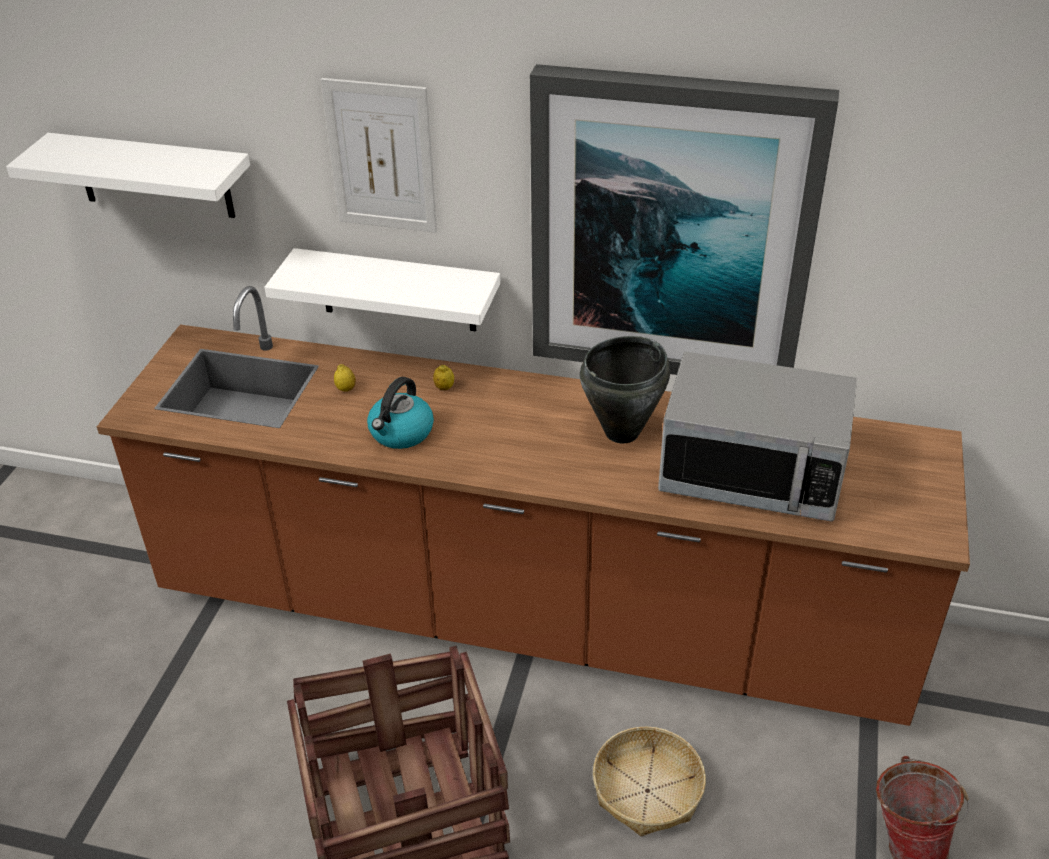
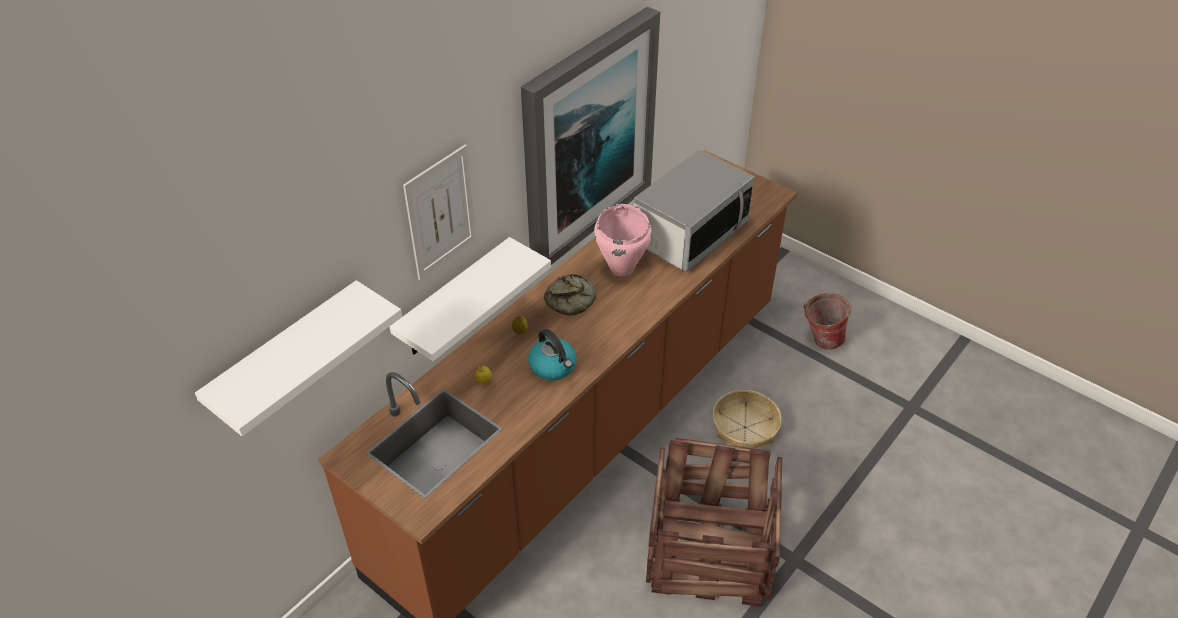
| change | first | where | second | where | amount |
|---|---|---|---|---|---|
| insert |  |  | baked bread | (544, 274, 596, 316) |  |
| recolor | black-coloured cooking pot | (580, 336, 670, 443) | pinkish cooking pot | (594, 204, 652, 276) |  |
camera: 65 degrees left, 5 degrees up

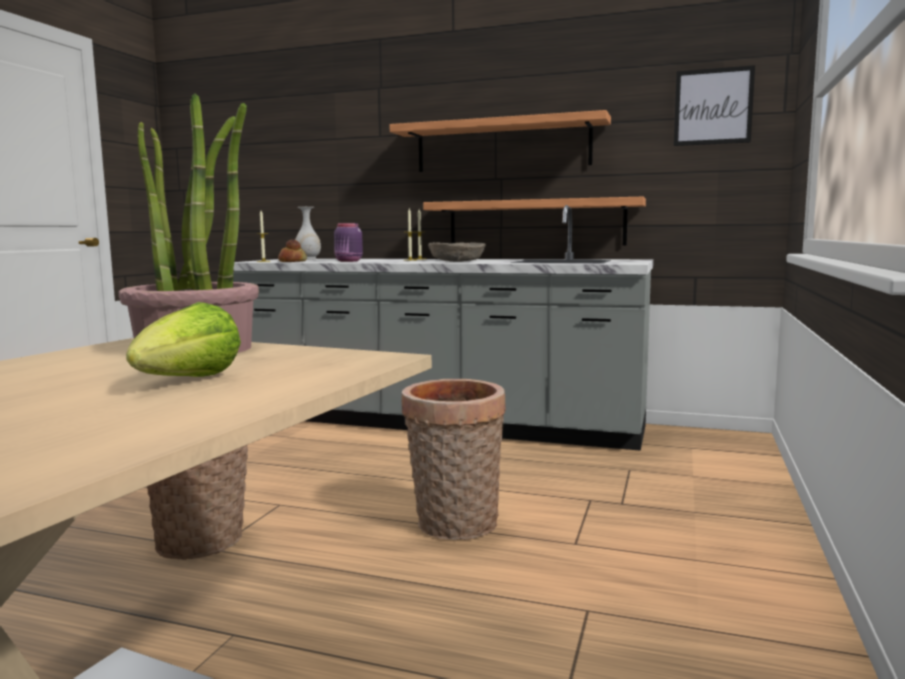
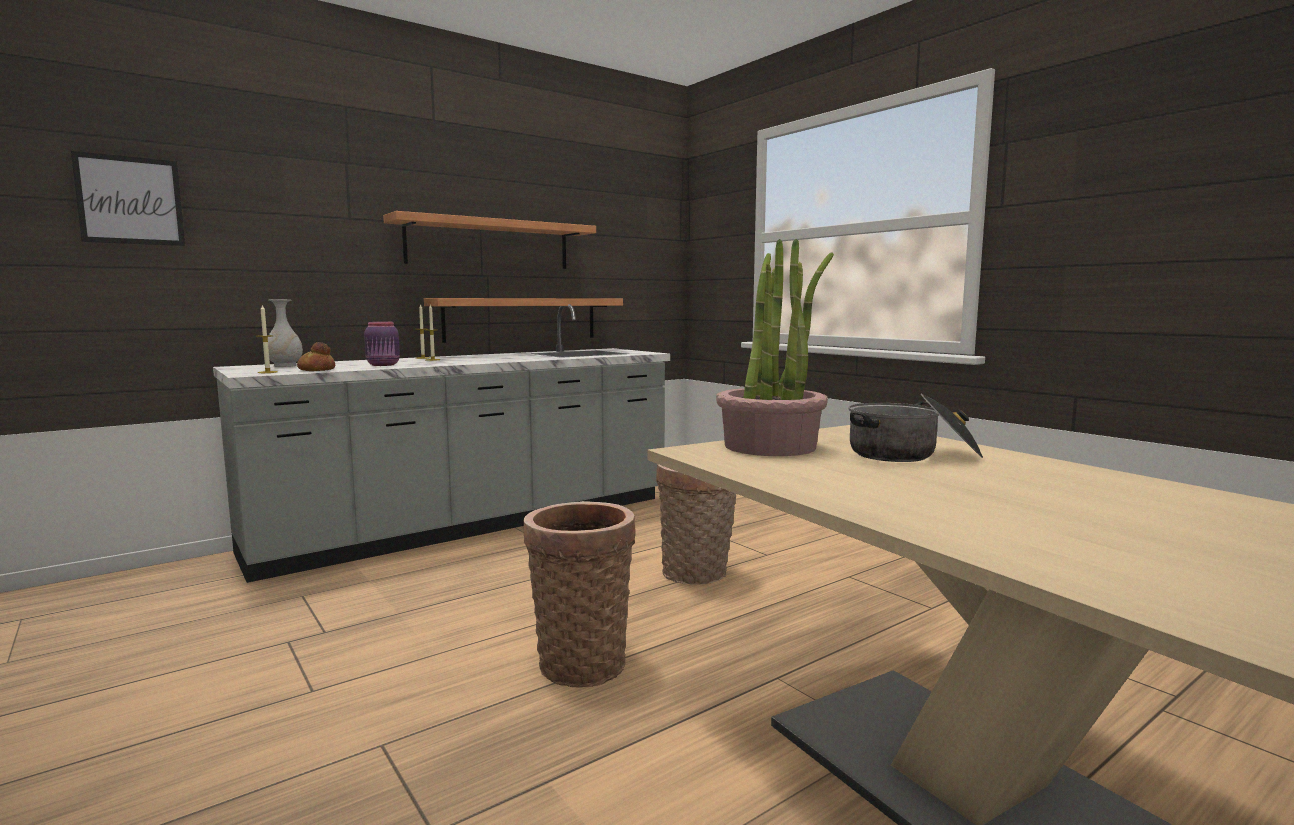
| change | first | where | second | where | amount |
|---|---|---|---|---|---|
| move | wall picture | (674, 65, 755, 146) |  | (71, 151, 185, 246) |  |
| replace | head of lettuce | (126, 302, 241, 377) | cooking pot | (848, 393, 983, 462) |  |
| delete | sand-coloured deep dish | (428, 242, 486, 262) |  |  |  |
camera: 55 degrees left, 0 degrees up

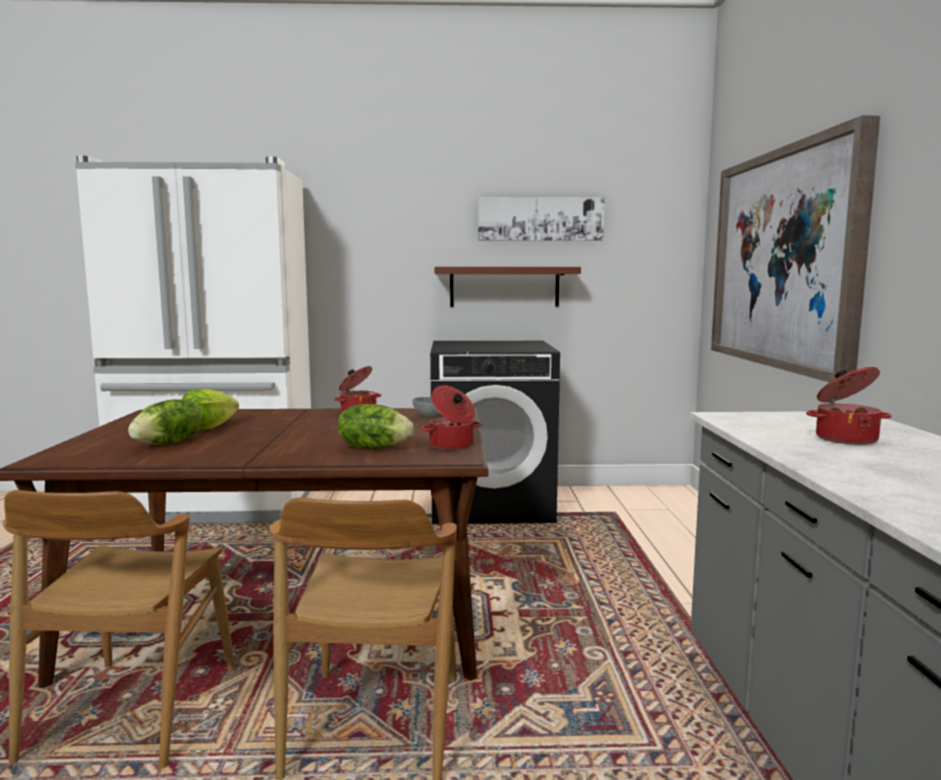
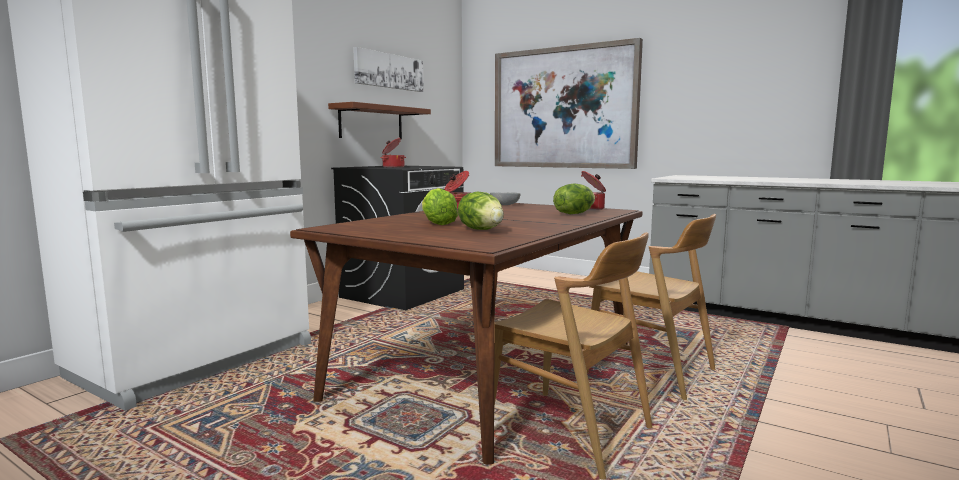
| change | first | where | second | where | amount |
|---|---|---|---|---|---|
| move | cooking pot | (806, 367, 892, 445) |  | (380, 138, 406, 168) |  |
camera: 55 degrees left, 0 degrees up

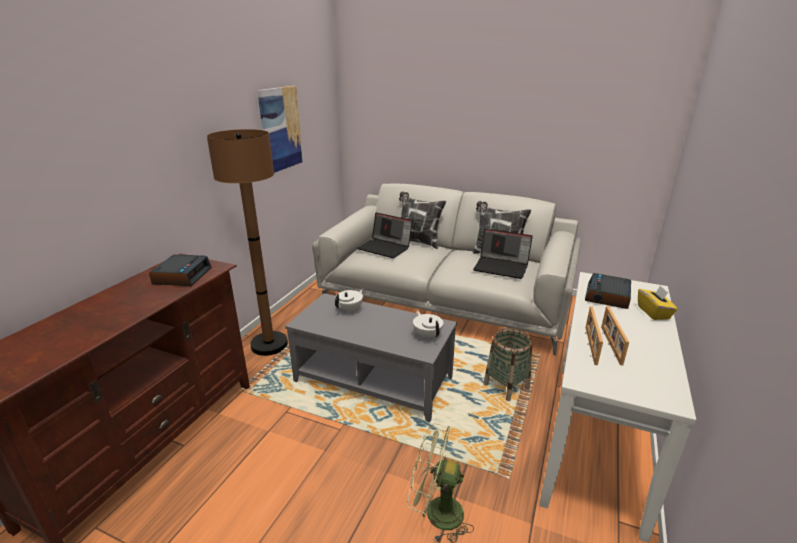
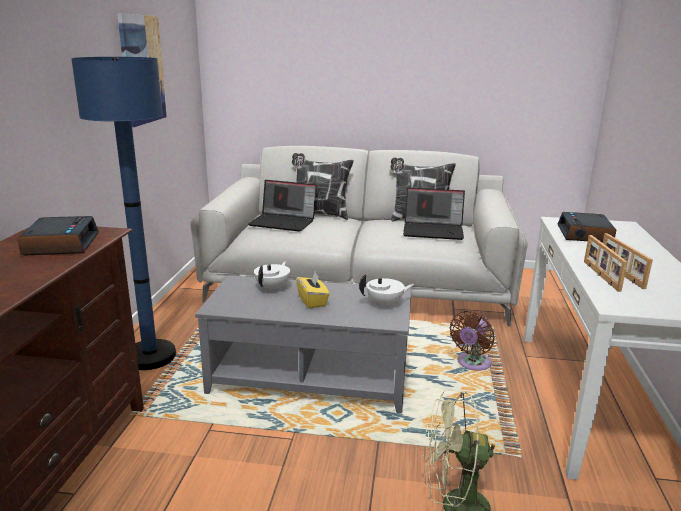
| change | first | where | second | where | amount |
|---|---|---|---|---|---|
| recolor | brown-coloured standard lamp | (207, 129, 288, 356) | bluish standard lamp | (71, 57, 176, 370) |  |
| move | yellow-coloured tissue box | (638, 286, 678, 320) |  | (296, 272, 330, 308) |  |
| rotate | white-coloured pot for tea | (413, 311, 444, 339) |  | (359, 274, 414, 309) | 120 degrees clockwise |
| replace | household basket | (484, 328, 532, 401) | brown-coloured fan | (450, 311, 495, 371) |  |
camera: 15 degrees left, 5 degrees down

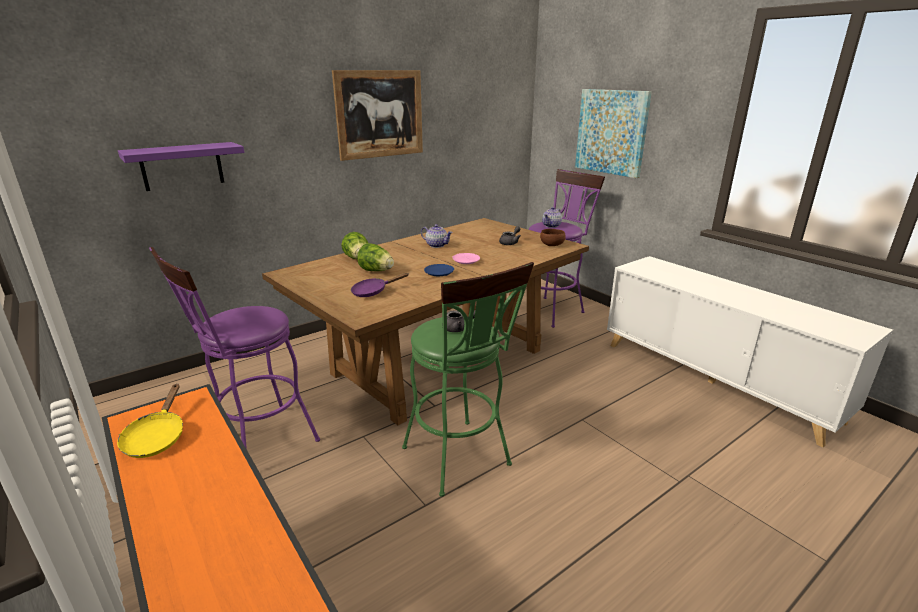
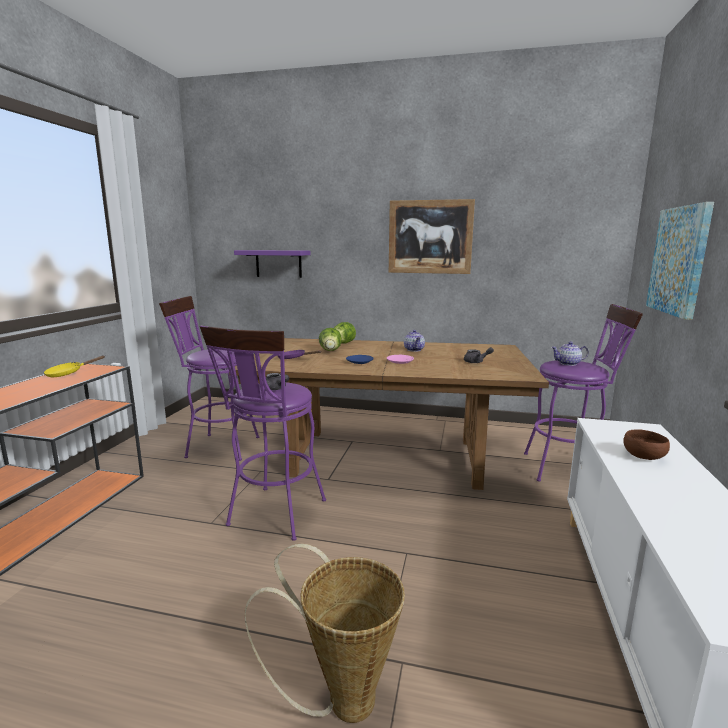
| change | first | where | second | where | amount |
|---|---|---|---|---|---|
| recolor | greenish stool | (402, 262, 534, 497) | purplish stool | (200, 325, 326, 541) |  |
| insert |  |  | household basket | (245, 544, 405, 723) |  |
| move | brown-coloured deep dish | (540, 229, 566, 246) |  | (623, 429, 670, 460) |  |
camera: 50 degrees right, 10 degrees down

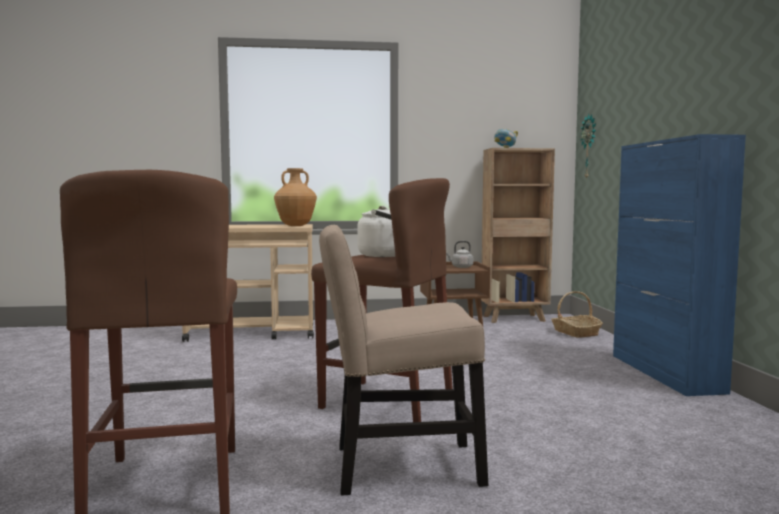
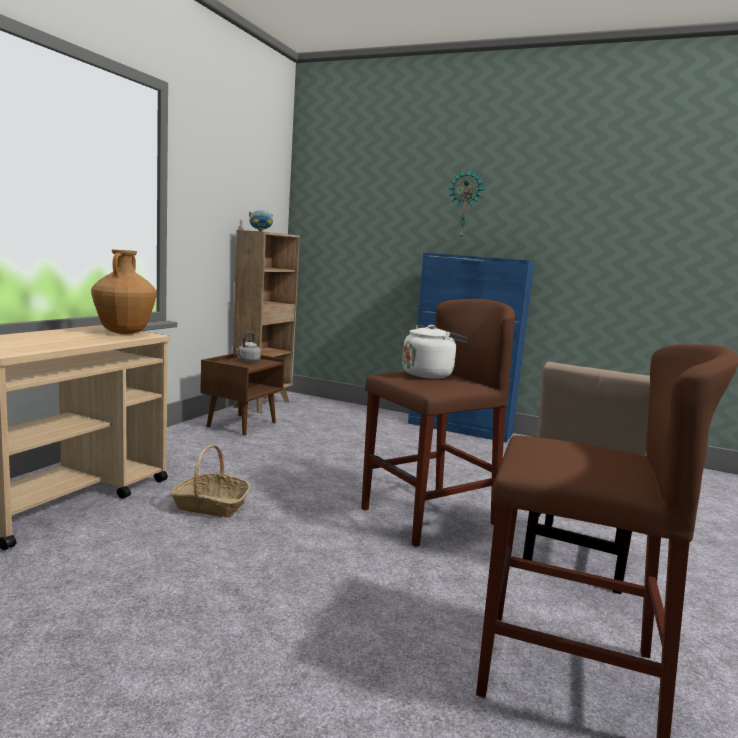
| change | first | where | second | where | amount |
|---|---|---|---|---|---|
| move | household basket | (551, 291, 603, 338) |  | (170, 444, 251, 517) |  |
| move | clock on the wall | (581, 114, 596, 180) |  | (448, 169, 485, 238) |  |
camera: 60 degrees left, 5 degrees up

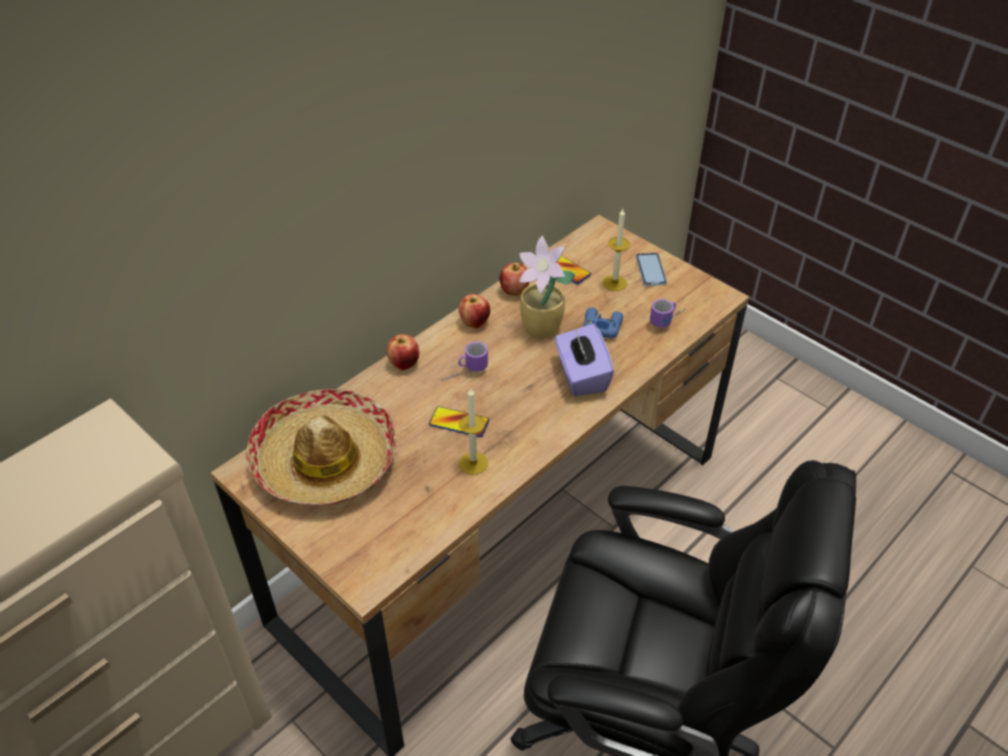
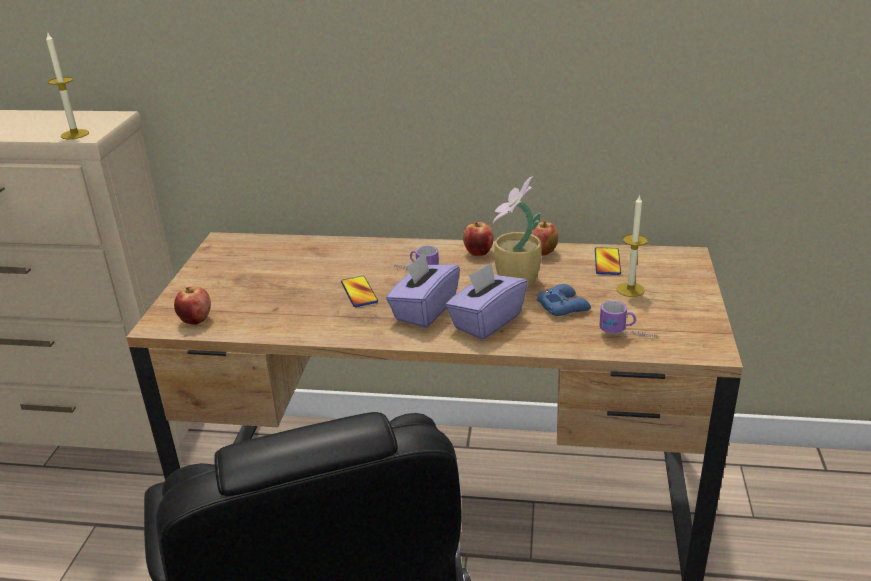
| change | first | where | second | where | amount |
|---|---|---|---|---|---|
| move | candle | (459, 389, 488, 475) |  | (46, 32, 89, 139) |  |
| move | apple | (386, 334, 419, 370) |  | (174, 287, 211, 325) |  |
| insert |  |  | purplish tissue box | (386, 252, 460, 328) |  |
| delete | wearable hat | (245, 389, 396, 505) |  |  |  |
| delete | telephone | (636, 253, 667, 286) |  |  |  |
camera: 55 degrees right, 15 degrees down

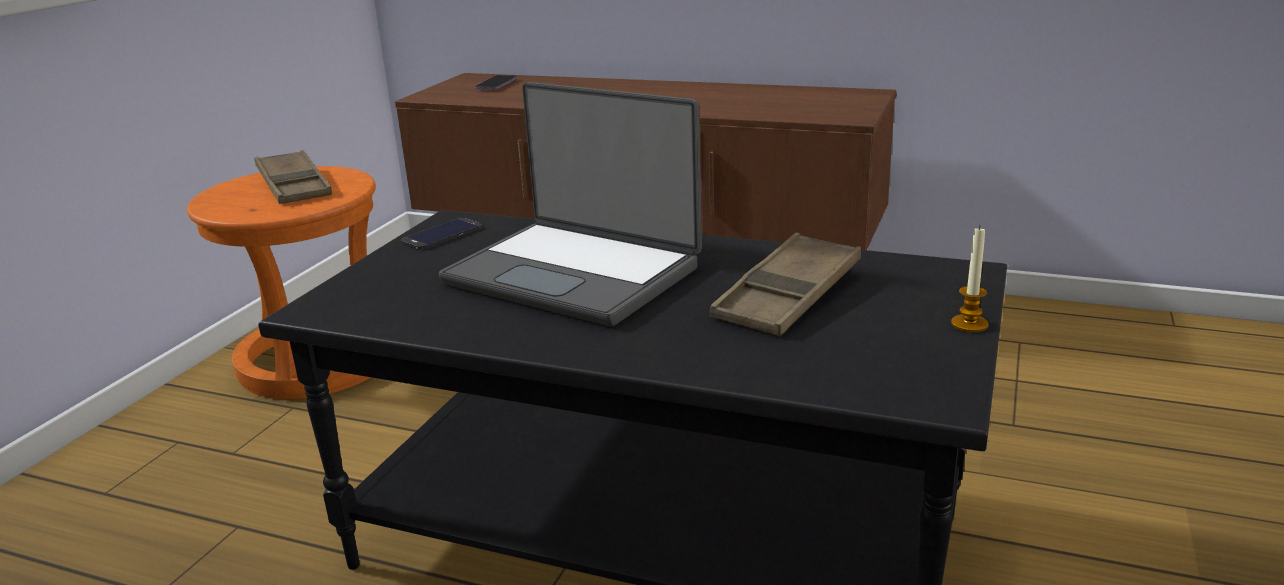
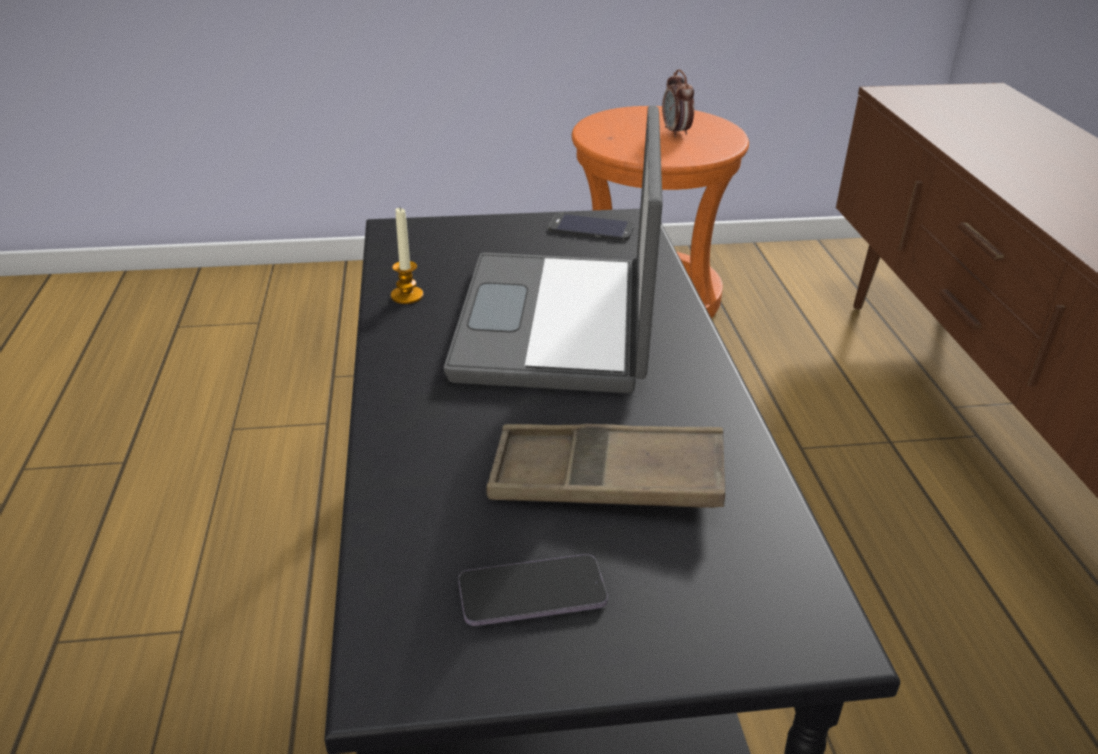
| change | first | where | second | where | amount |
|---|---|---|---|---|---|
| move | candle | (951, 226, 989, 333) |  | (391, 208, 423, 304) |  |
| move | telephone | (475, 75, 517, 89) |  | (458, 554, 608, 626) |  |
| replace | brown-coloured tray | (254, 150, 332, 204) | table clock | (662, 69, 694, 137) |  |
camera: 60 degrees right, 10 degrees up

